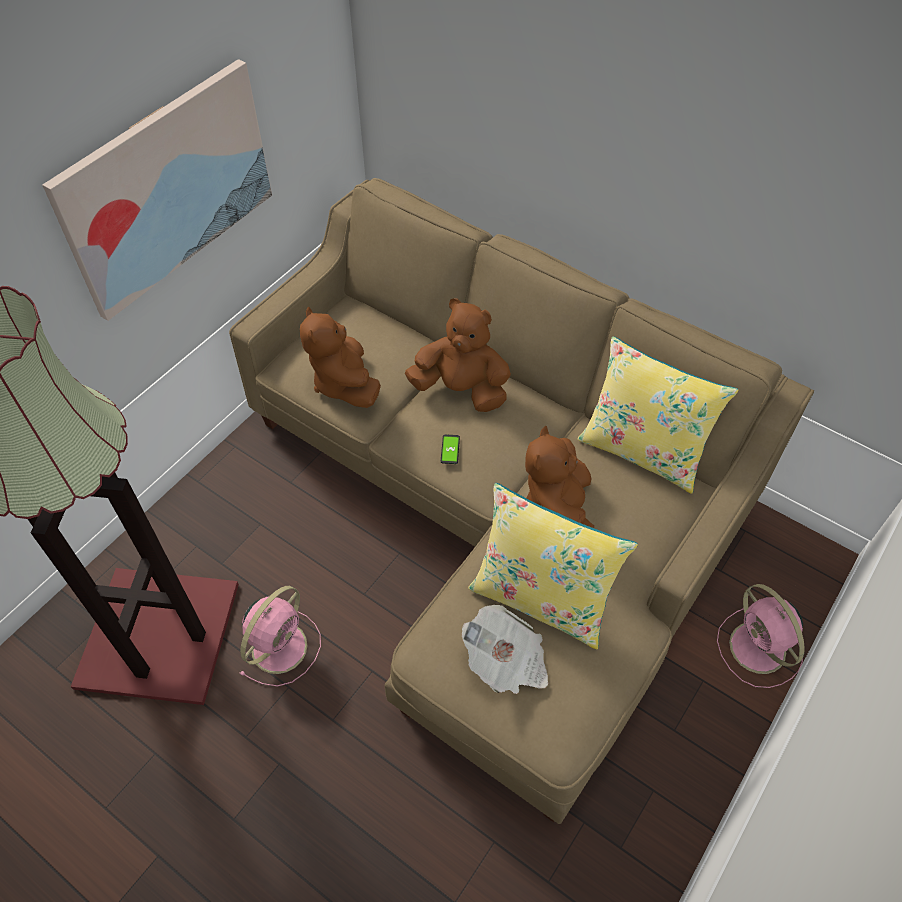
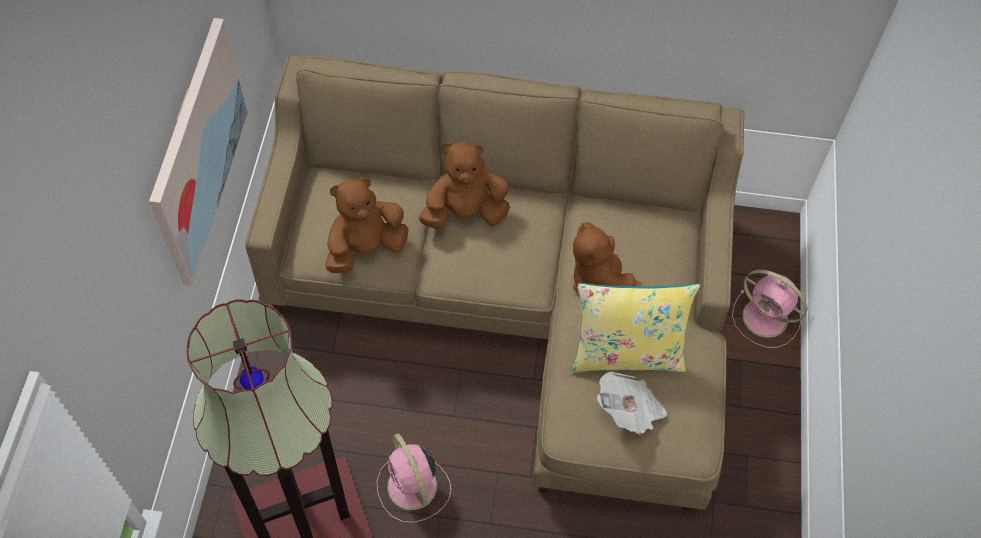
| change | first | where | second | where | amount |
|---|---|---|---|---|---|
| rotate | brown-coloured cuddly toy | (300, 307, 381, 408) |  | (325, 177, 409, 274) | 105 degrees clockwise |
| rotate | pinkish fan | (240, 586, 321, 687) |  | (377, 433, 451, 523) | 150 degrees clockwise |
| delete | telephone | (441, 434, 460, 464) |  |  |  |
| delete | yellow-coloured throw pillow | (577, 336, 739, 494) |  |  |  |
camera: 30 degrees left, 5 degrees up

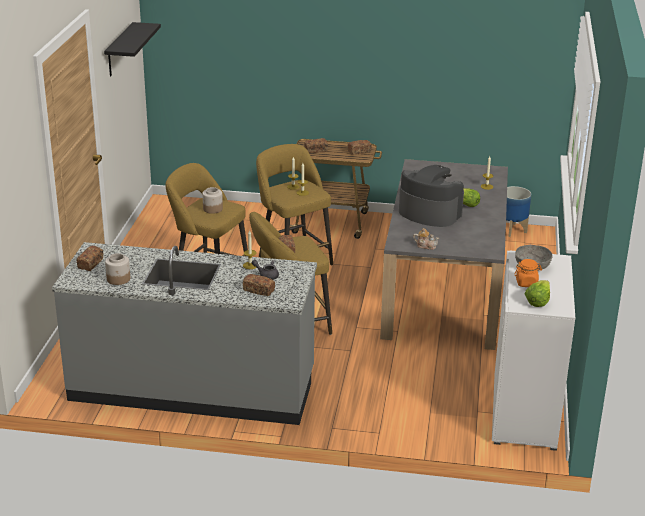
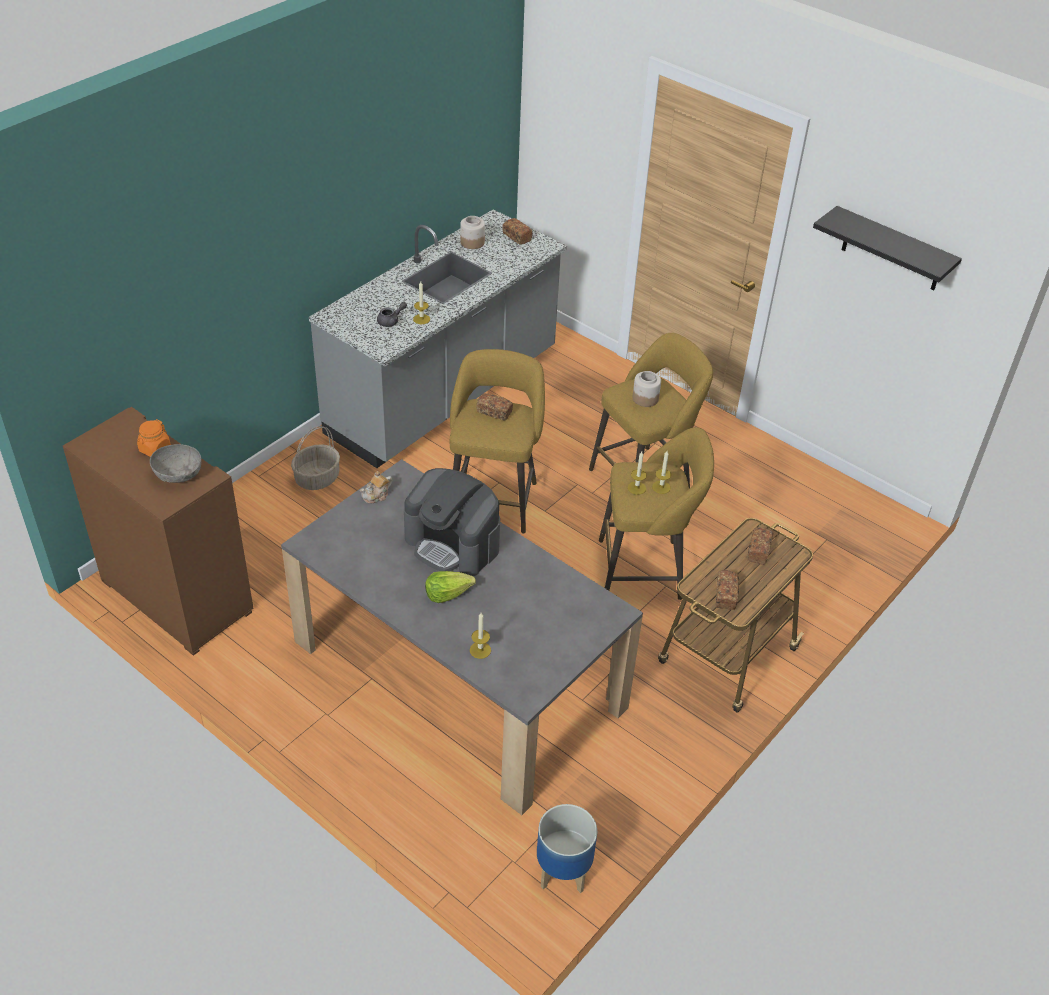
| change | first | where | second | where | amount |
|---|---|---|---|---|---|
| recolor | white-coloured cabinet | (492, 251, 575, 451) | brown-coloured cabinet | (63, 407, 253, 656) |  |
| insert |  |  | household basket | (291, 426, 340, 490) |  |
| rotate | coffee brewer | (399, 165, 464, 227) |  | (404, 468, 500, 576) | 60 degrees clockwise |
| delete | baked bread | (243, 274, 275, 296) |  |  |  |
| delete | head of lettuce | (525, 280, 550, 307) |  |  |  |
camera: 120 degrees right, 15 degrees up

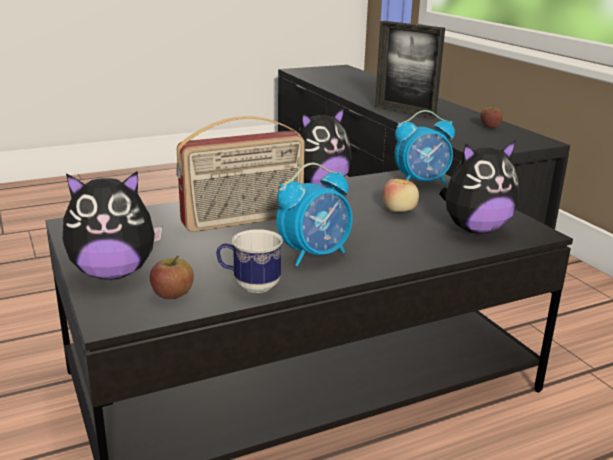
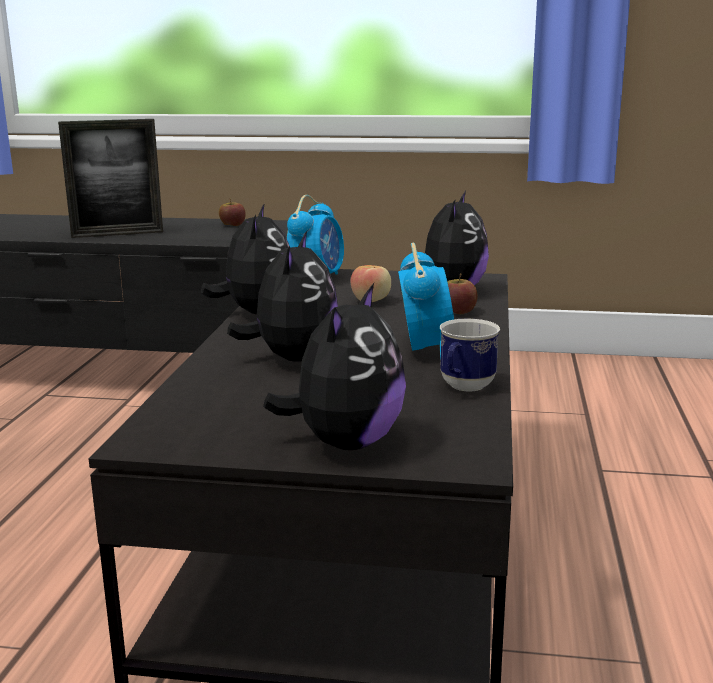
| change | first | where | second | where | amount |
|---|---|---|---|---|---|
| replace | radio set | (176, 116, 305, 232) | cuddly toy | (227, 231, 338, 362) |  |
| move | apple | (150, 256, 194, 299) |  | (447, 273, 477, 314) |  |
camera: 55 degrees left, 5 degrees down

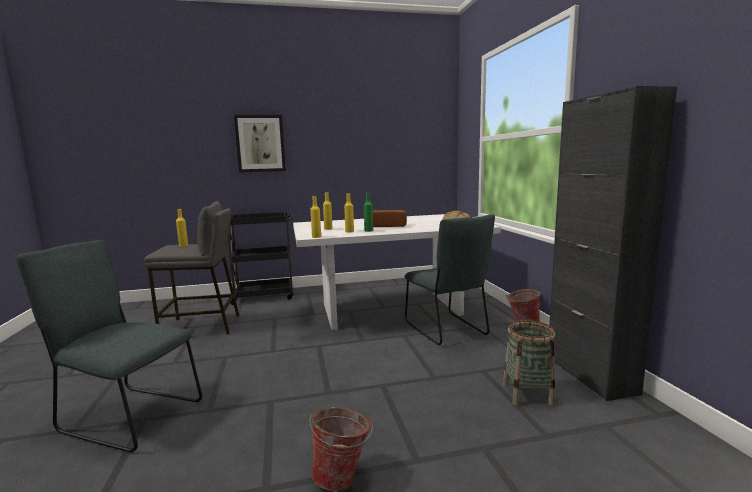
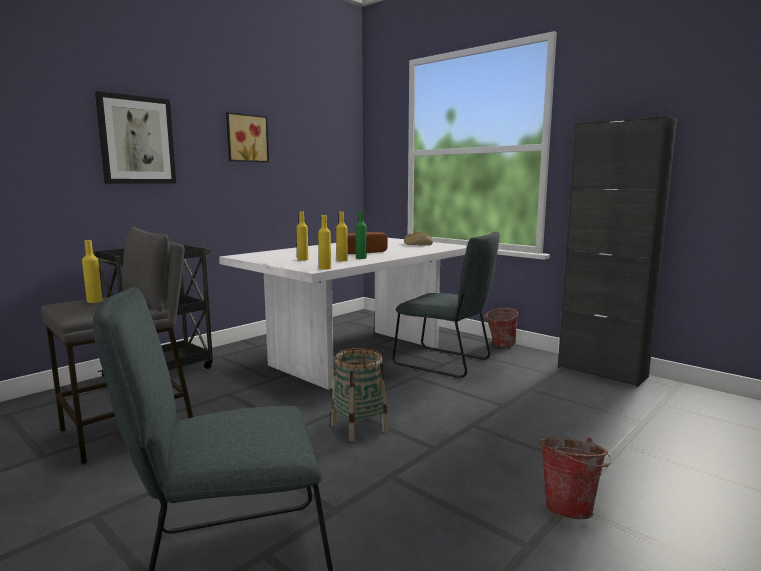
| change | first | where | second | where | amount |
|---|---|---|---|---|---|
| insert |  |  | wall picture | (226, 112, 269, 162) |  |
| move | household basket | (503, 320, 555, 406) |  | (331, 348, 388, 442) |  |
camera: 35 degrees left, 0 degrees up

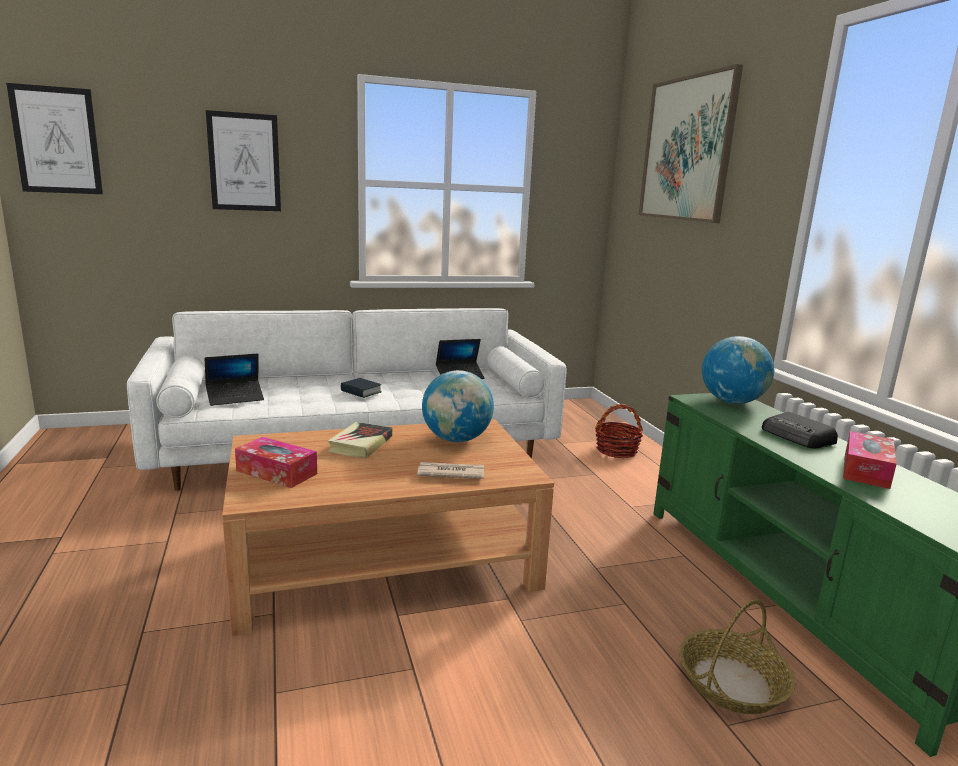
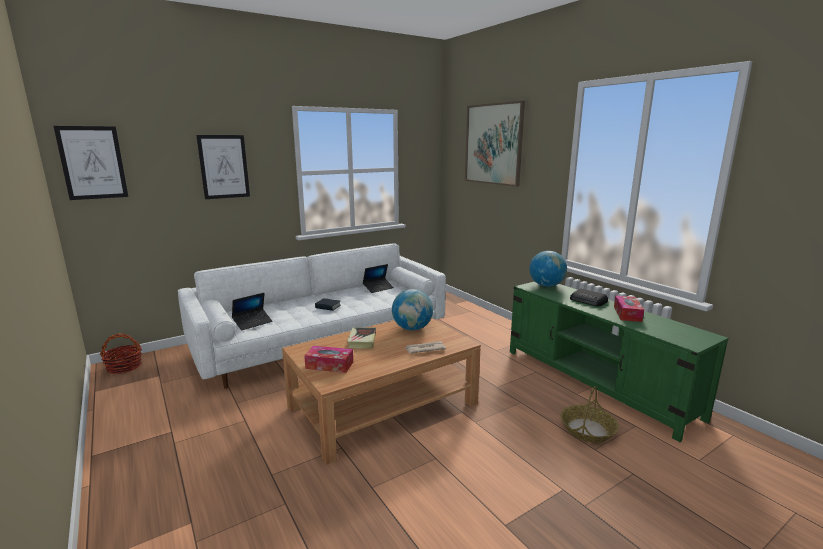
| change | first | where | second | where | amount |
|---|---|---|---|---|---|
| move | household basket | (595, 404, 643, 458) |  | (100, 333, 142, 374) |  |
camera: 15 degrees left, 0 degrees up

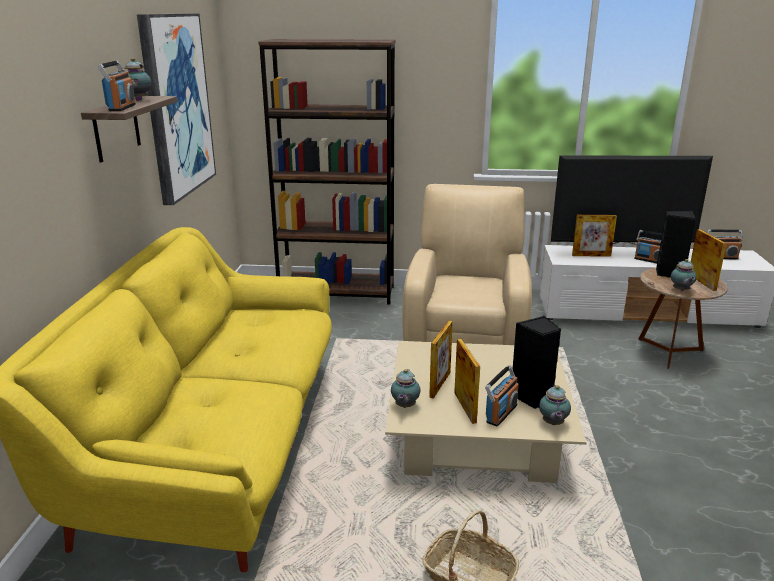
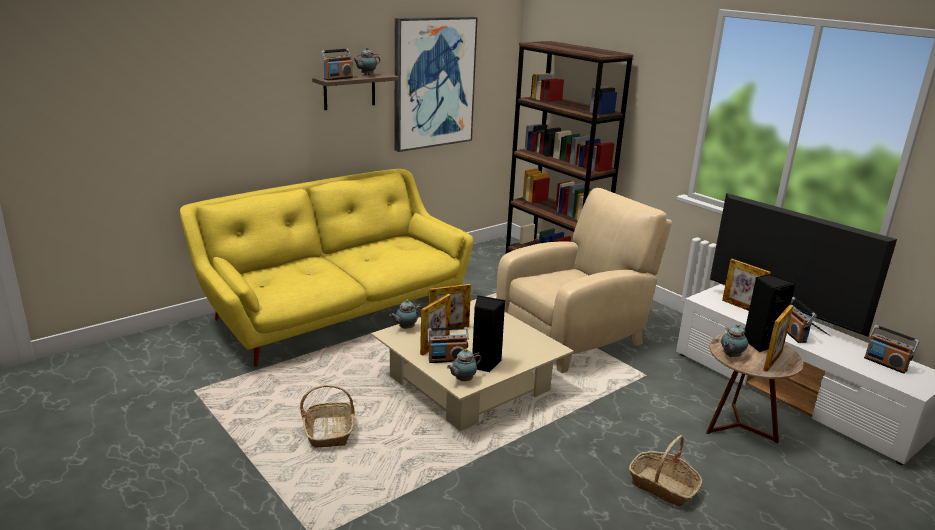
| change | first | where | second | where | amount |
|---|---|---|---|---|---|
| insert |  |  | household basket | (629, 435, 702, 506) |  |
camera: 45 degrees right, 0 degrees up

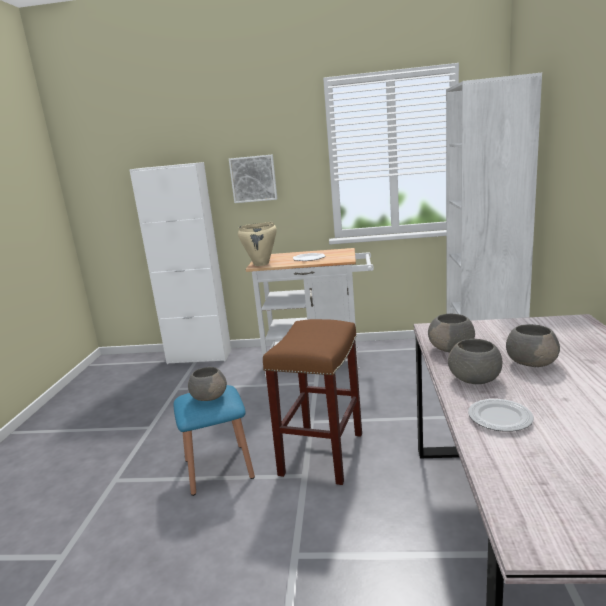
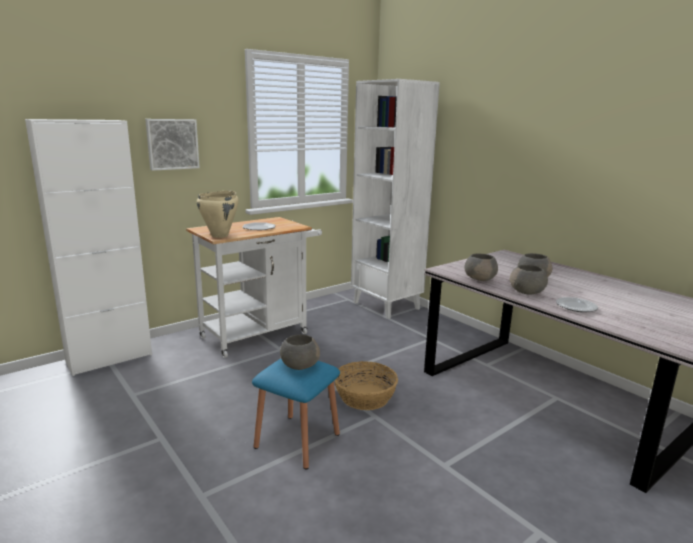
| change | first | where | second | where | amount |
|---|---|---|---|---|---|
| replace | brown-coloured stool | (263, 319, 362, 485) | household basket | (334, 361, 398, 410) |  |
camera: 45 degrees left, 0 degrees up

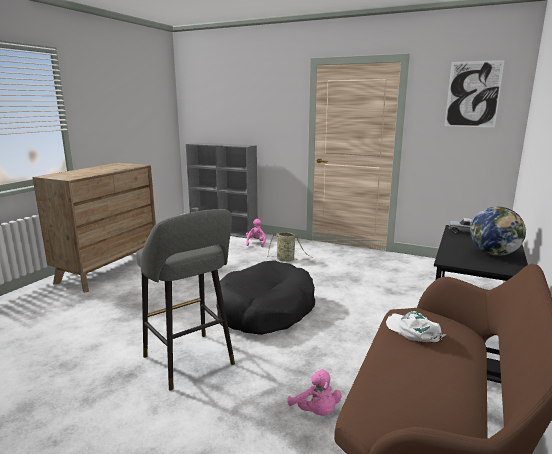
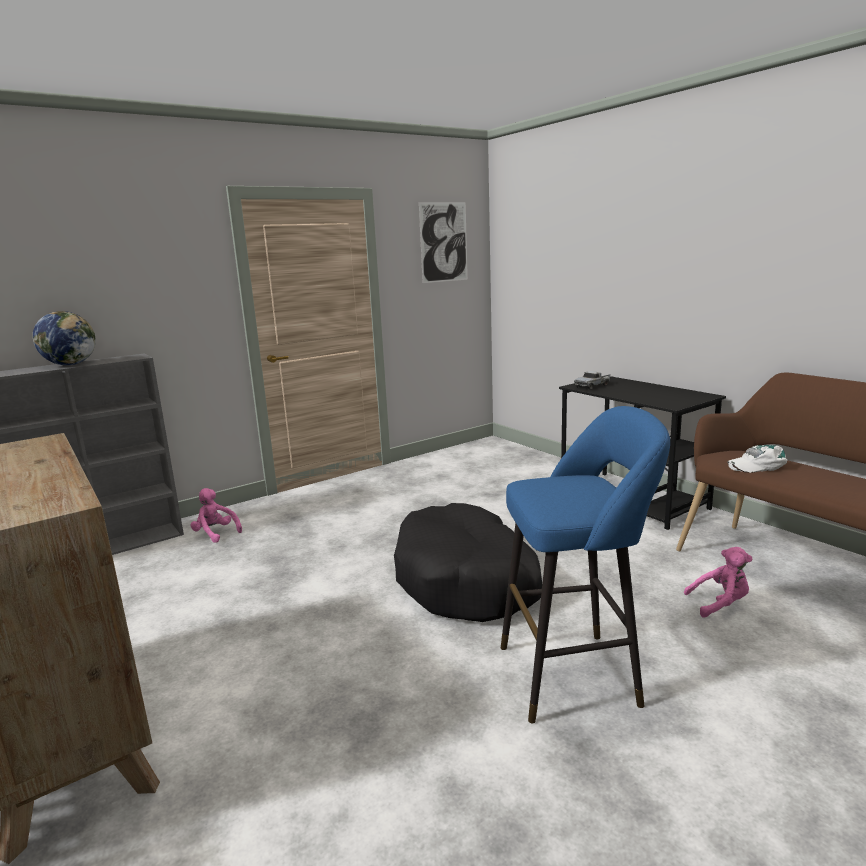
| change | first | where | second | where | amount |
|---|---|---|---|---|---|
| move | desk globe | (470, 207, 526, 256) |  | (33, 311, 96, 365) |  |
| recolor | greyish stool | (136, 209, 235, 391) | bluish stool | (501, 406, 670, 724) |  |
| delete | household basket | (267, 232, 313, 262) |  |  |  |
camera: 60 degrees left, 0 degrees up

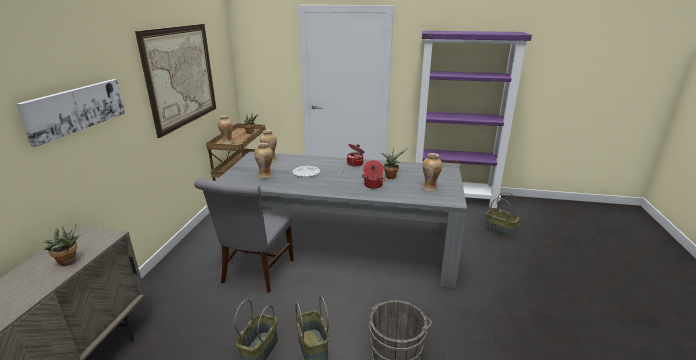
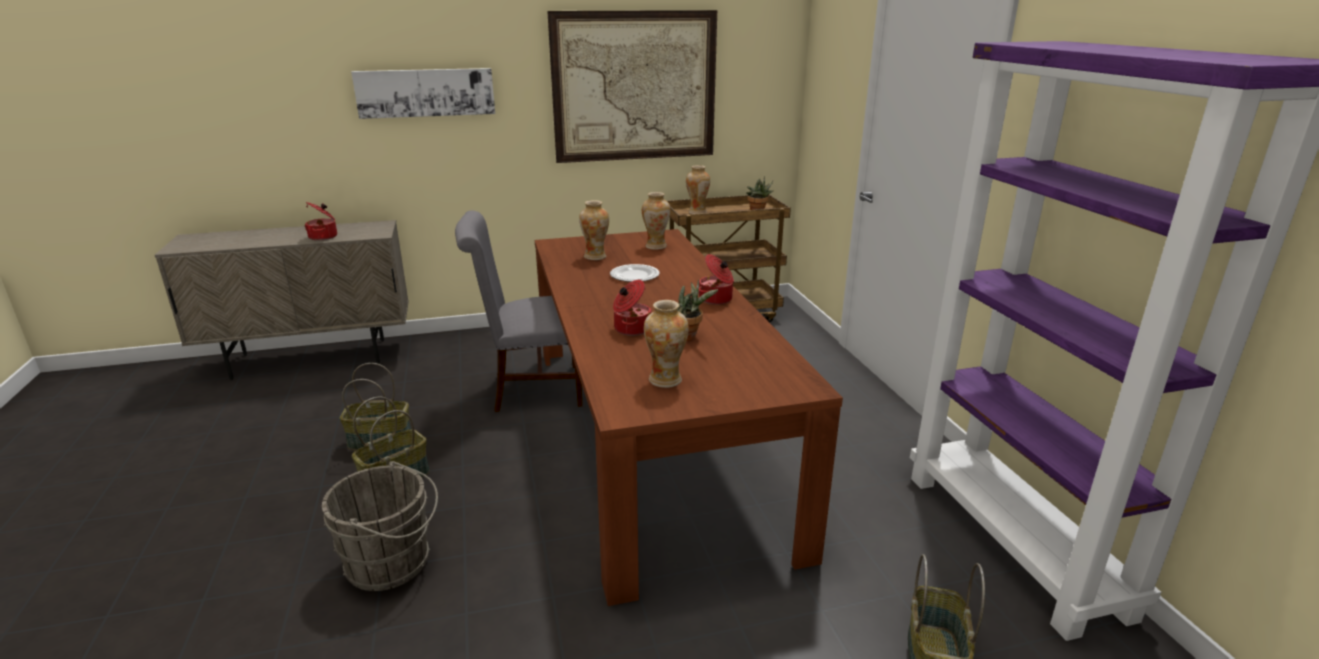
| change | first | where | second | where | amount |
|---|---|---|---|---|---|
| replace | plant in a pot | (44, 224, 80, 266) | cooking pot | (305, 202, 337, 240) |  |
| recolor | greyish kitchen table | (216, 152, 467, 288) | brown-coloured kitchen table | (535, 229, 843, 606) |  |
camera: 65 degrees right, 0 degrees up

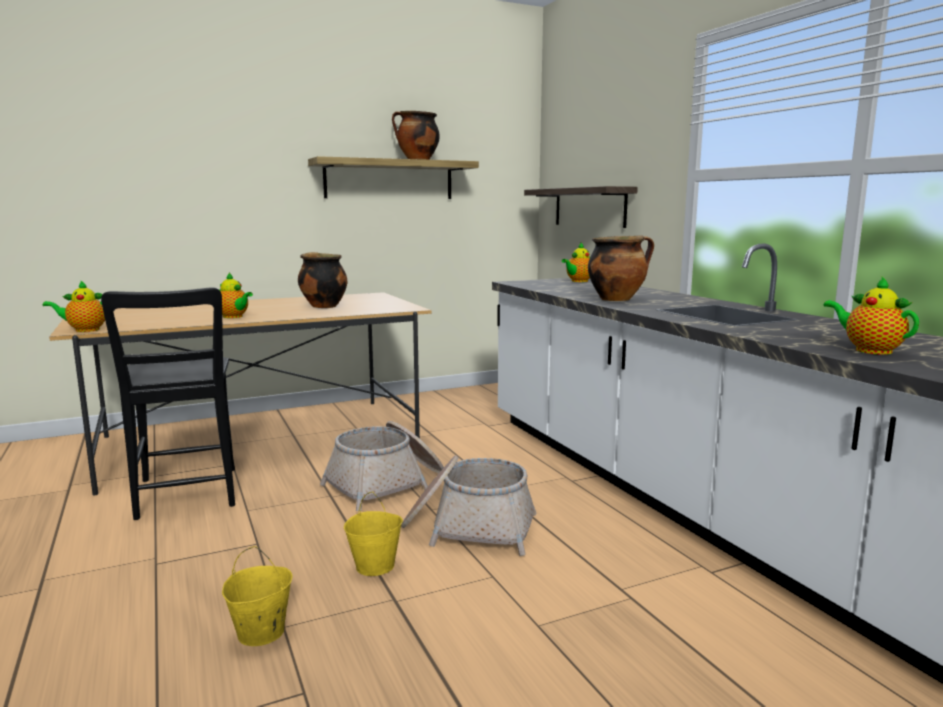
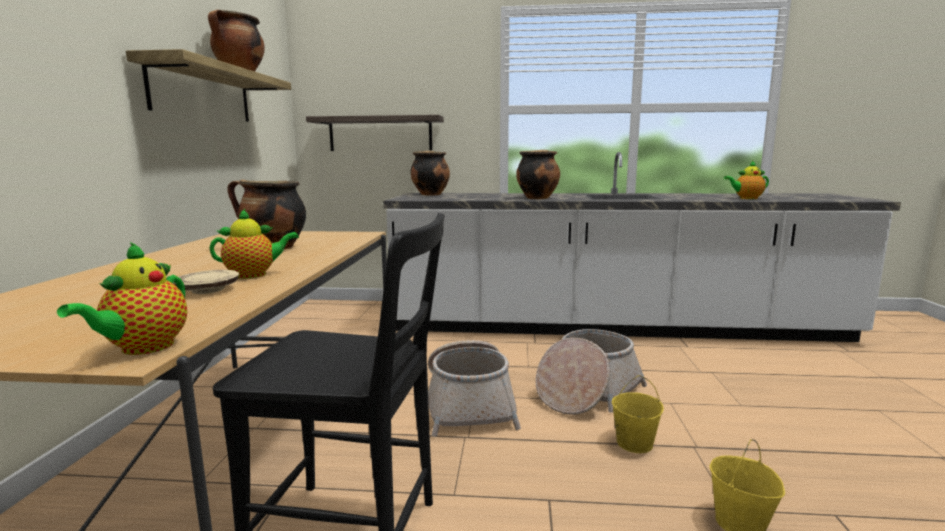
| change | first | where | second | where | amount |
|---|---|---|---|---|---|
| insert |  |  | sand-coloured flat dish | (173, 270, 239, 294) |  |
| replace | pot for tea | (562, 242, 590, 282) | cooking pot | (410, 151, 450, 196) |  |
camera: 60 degrees left, 0 degrees up

